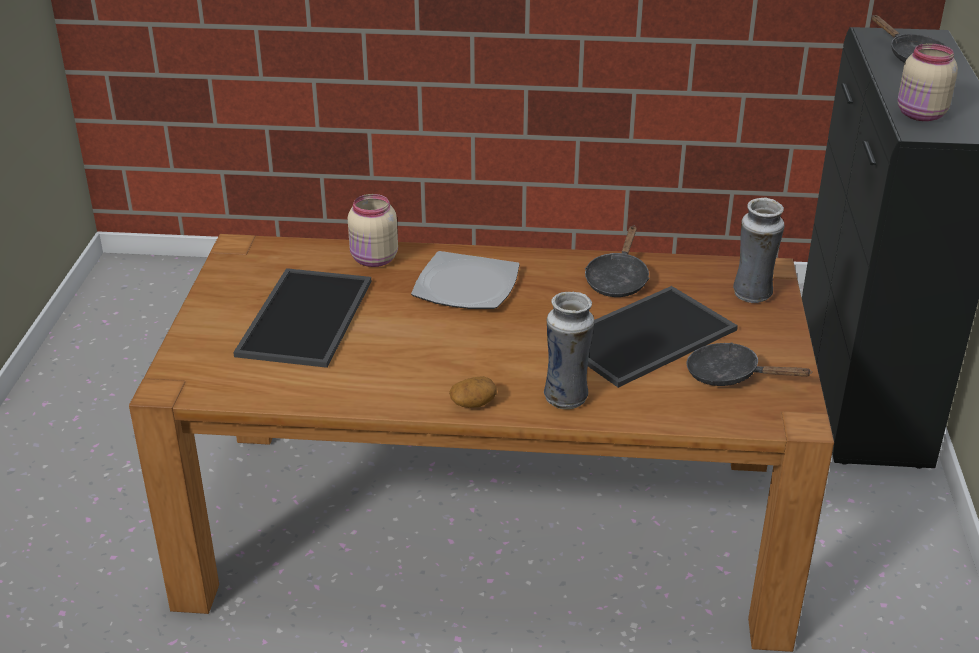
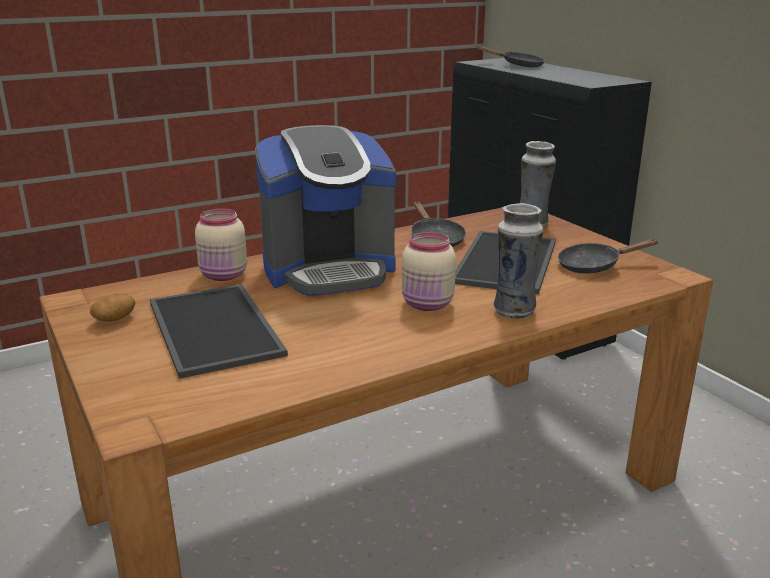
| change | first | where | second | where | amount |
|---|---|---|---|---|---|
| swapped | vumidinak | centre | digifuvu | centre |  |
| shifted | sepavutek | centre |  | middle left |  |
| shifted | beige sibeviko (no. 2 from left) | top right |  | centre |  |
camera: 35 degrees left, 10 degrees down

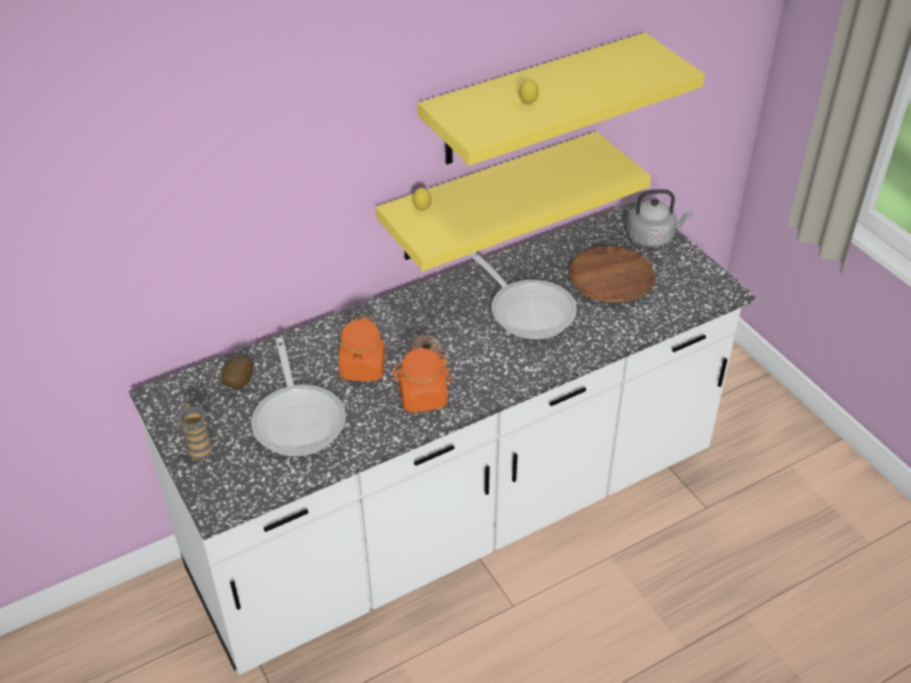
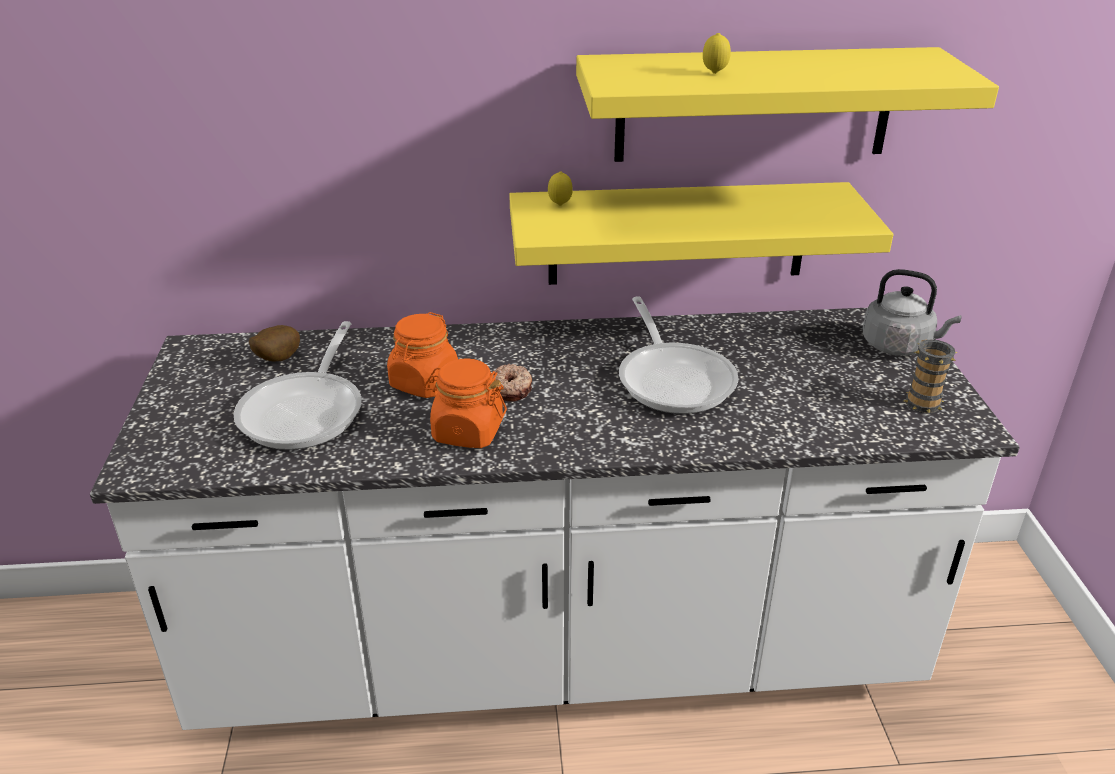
| change | first | where | second | where | amount |
|---|---|---|---|---|---|
| shifted | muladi | middle left |  | middle right |  |
| gone | brown vumidinak | middle right |  |  |  |
camera: 25 degrees right, 10 degrees down

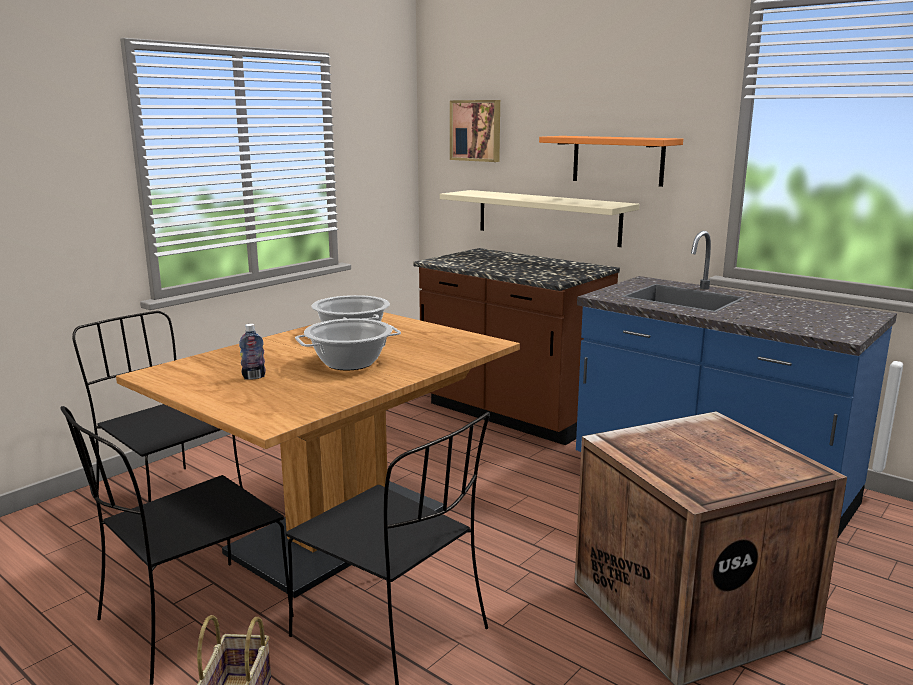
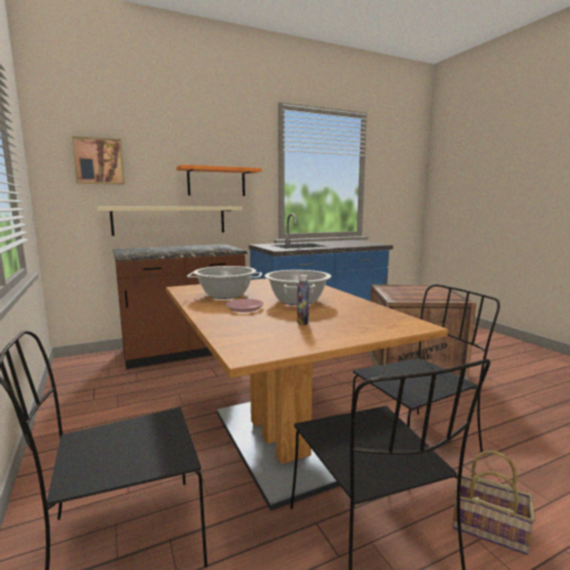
| change | first | where | second | where | amount |
|---|---|---|---|---|---|
| new |  |  | pink vumidinak | centre |  |
camera: 65 degrees left, 5 degrees down

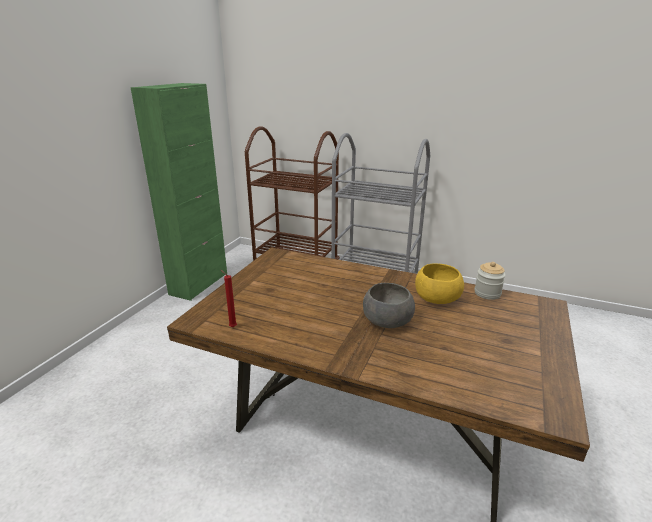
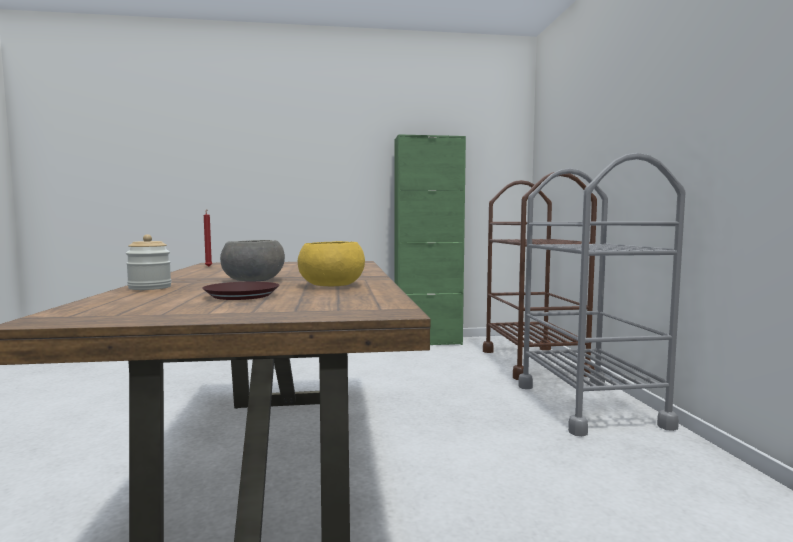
| change | first | where | second | where | amount |
|---|---|---|---|---|---|
| shifted | sibeviko | middle right |  | middle left |  |
| new |  |  | brown vumidinak | middle left |  |
camera: 60 degrees right, 20 degrees down

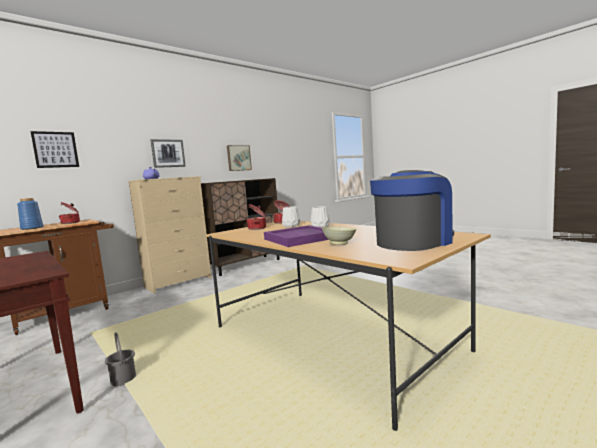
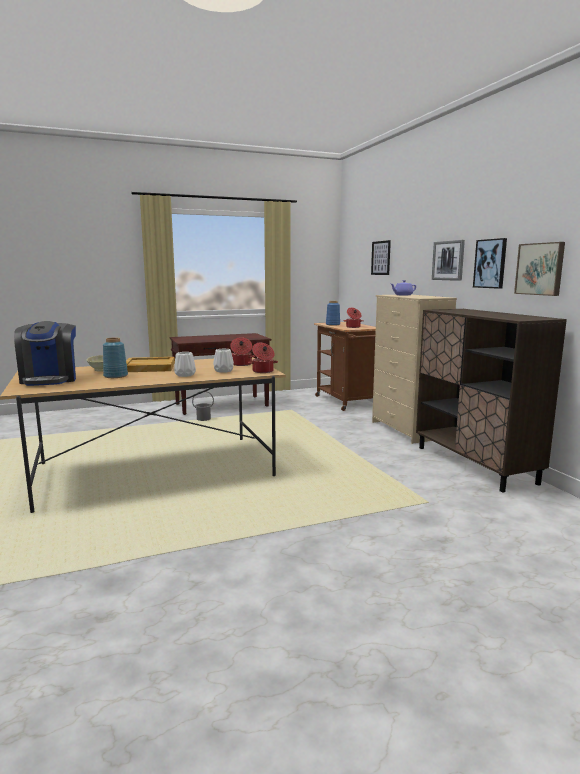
| change | first | where | second | where | amount |
|---|---|---|---|---|---|
| repainted | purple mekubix | centre | beige mekubix | middle left |  |
| new |  |  | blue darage (no. 1 from left) | middle left |  |
| new |  |  | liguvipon (no. 3 from left) | middle right |  |
camera: 110 degrees right, 5 degrees up

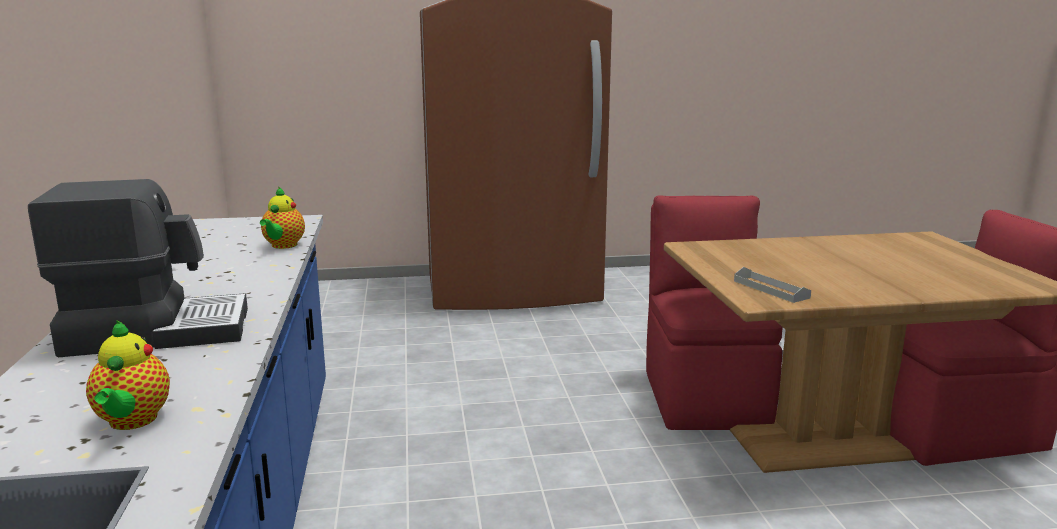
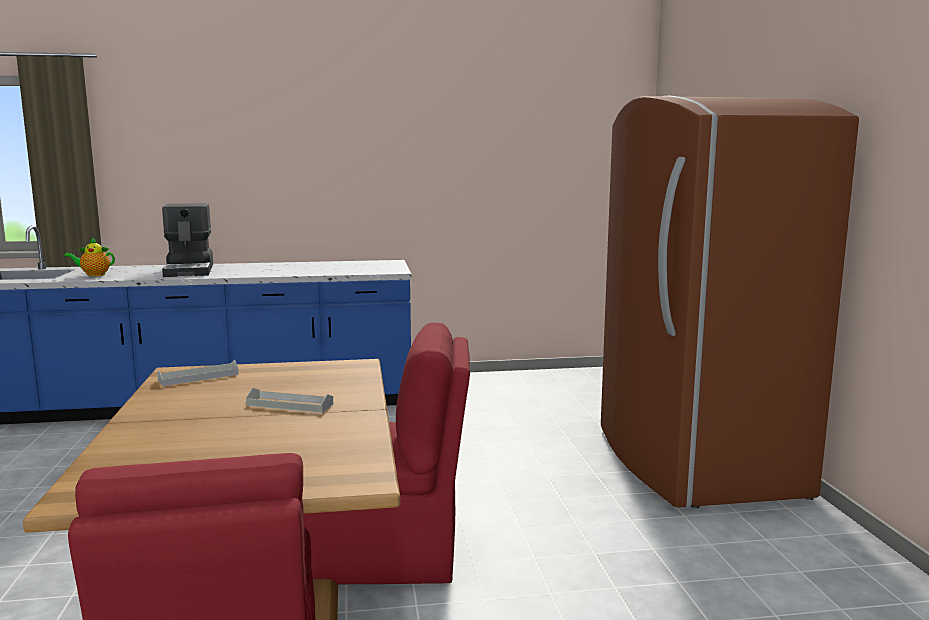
| change | first | where | second | where | amount |
|---|---|---|---|---|---|
| gone | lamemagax (no. 2 from left) | middle left |  |  |  |
| new |  |  | grey mekubix (no. 2 from left) | middle left |  |
camera: 90 degrees right, 5 degrees down

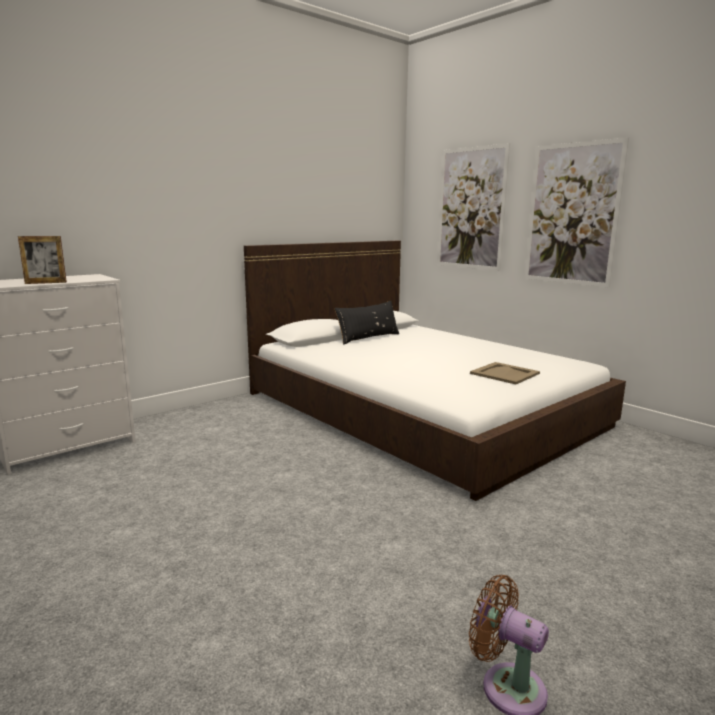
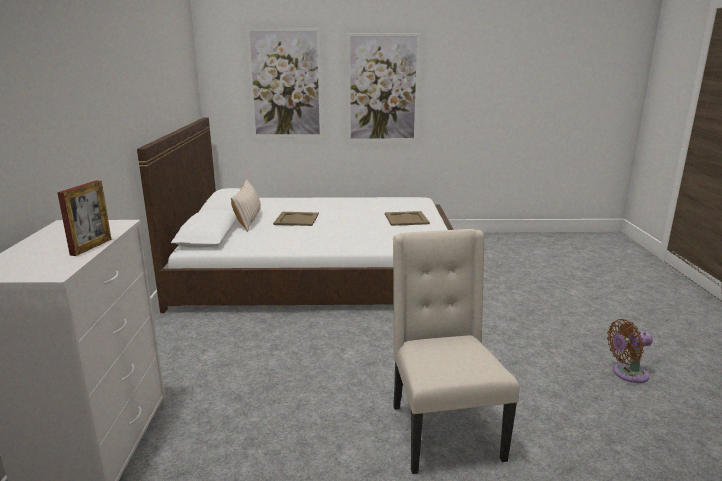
| change | first | where | second | where | amount |
|---|---|---|---|---|---|
| repainted | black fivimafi | centre | beige fivimafi | centre |  |
| new |  |  | beige mekubix (no. 1 from left) | centre |  |
| new |  |  | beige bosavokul | bottom centre |  |
camera: 50 degrees left, 5 degrees up

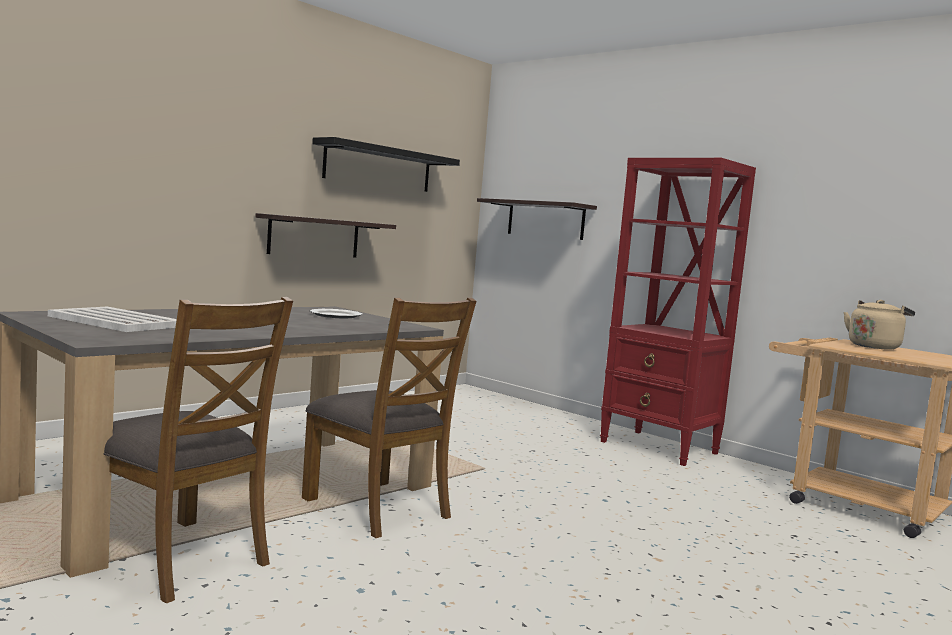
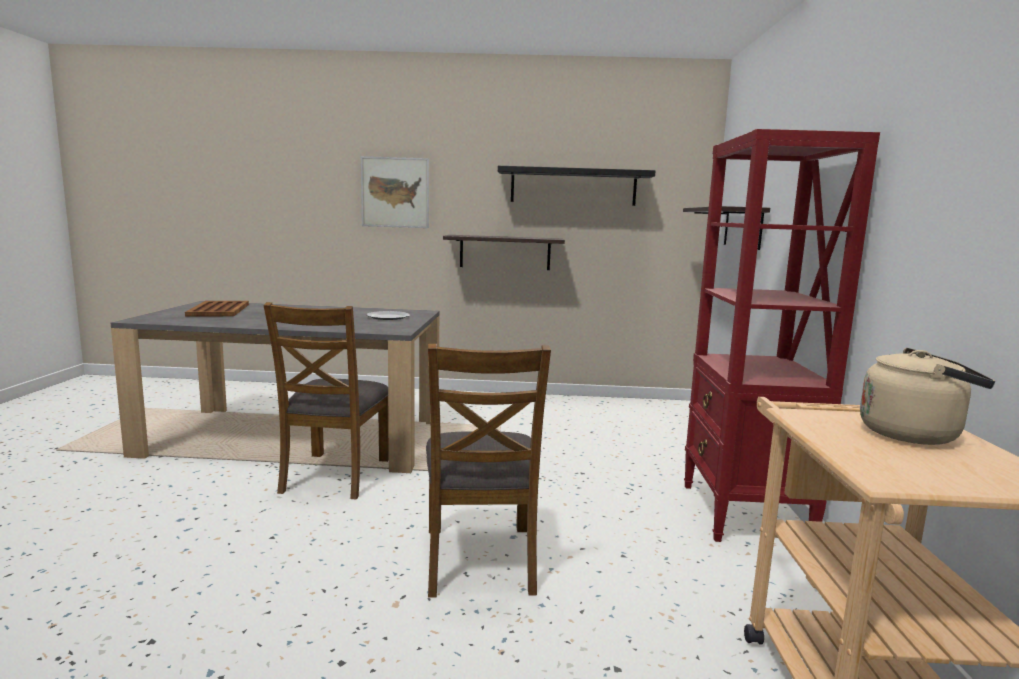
| change | first | where | second | where | amount |
|---|---|---|---|---|---|
| repainted | white mekubix | middle left | brown mekubix | middle left |  |
| shifted | brown bosavokul (no. 1 from left in the first image) | bottom left | brown bosavokul (no. 2 from left) | bottom centre |  |
| new |  |  | liguvipon | top centre |  |
camera: 50 degrees right, 5 degrees up

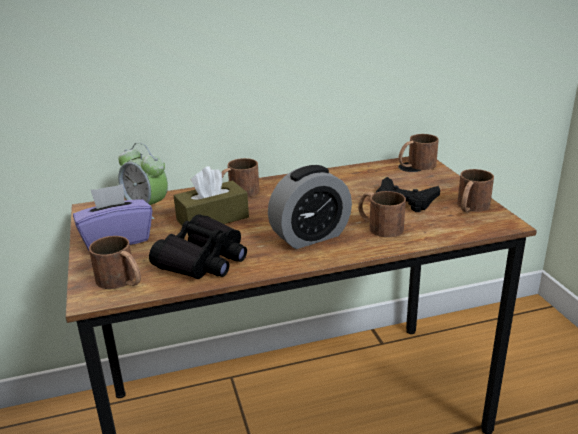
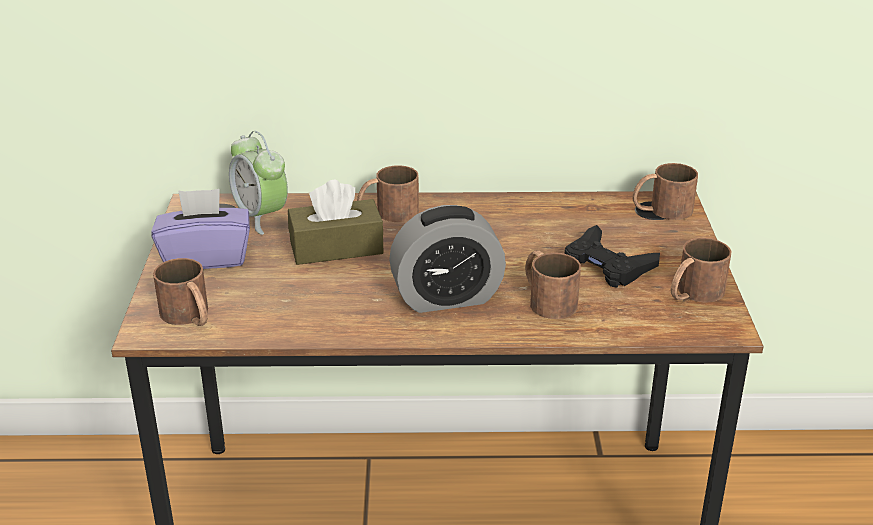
| change | first | where | second | where | amount |
|---|---|---|---|---|---|
| gone | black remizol | centre |  |  |  |
camera: 15 degrees right, 5 degrees up

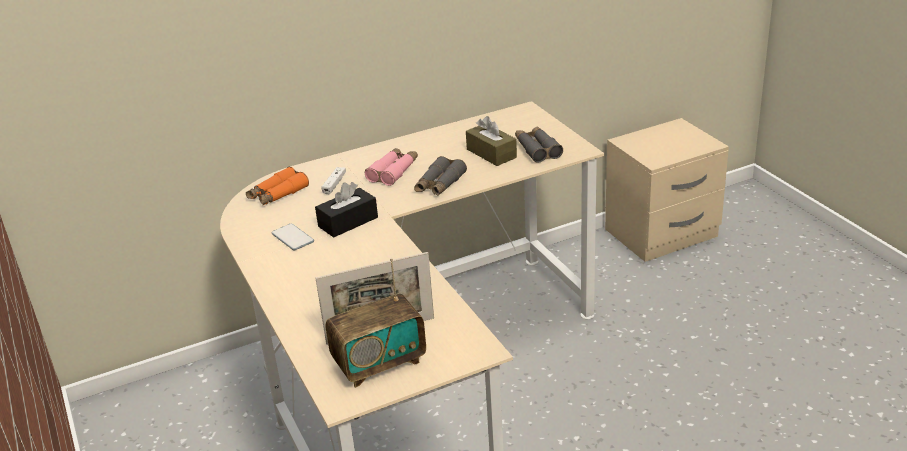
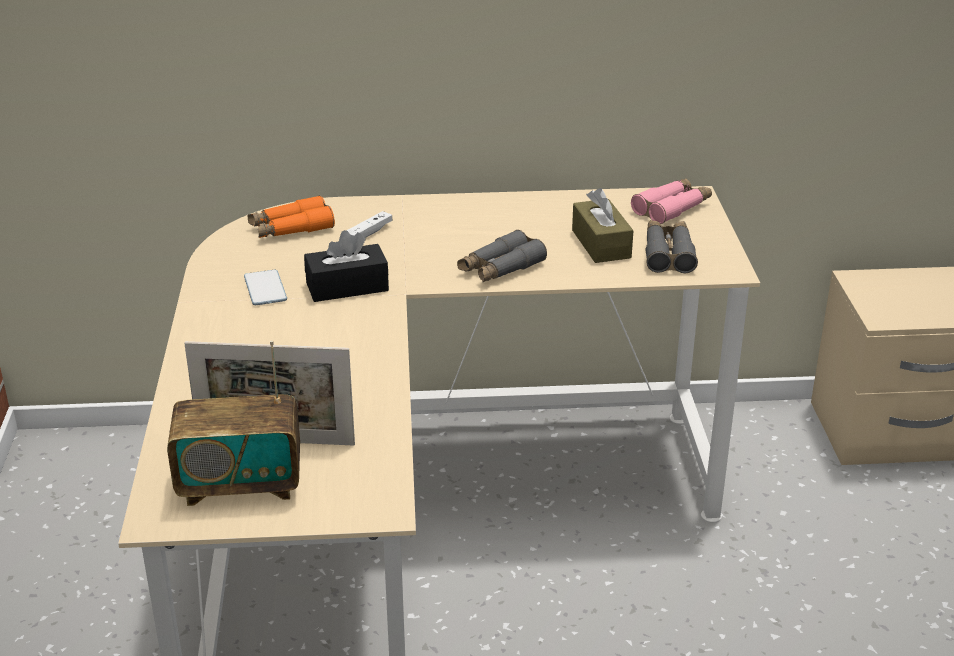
| change | first | where | second | where | amount |
|---|---|---|---|---|---|
| shifted | pink remizol | centre |  | top right |  |
camera: 20 degrees right, 0 degrees up

